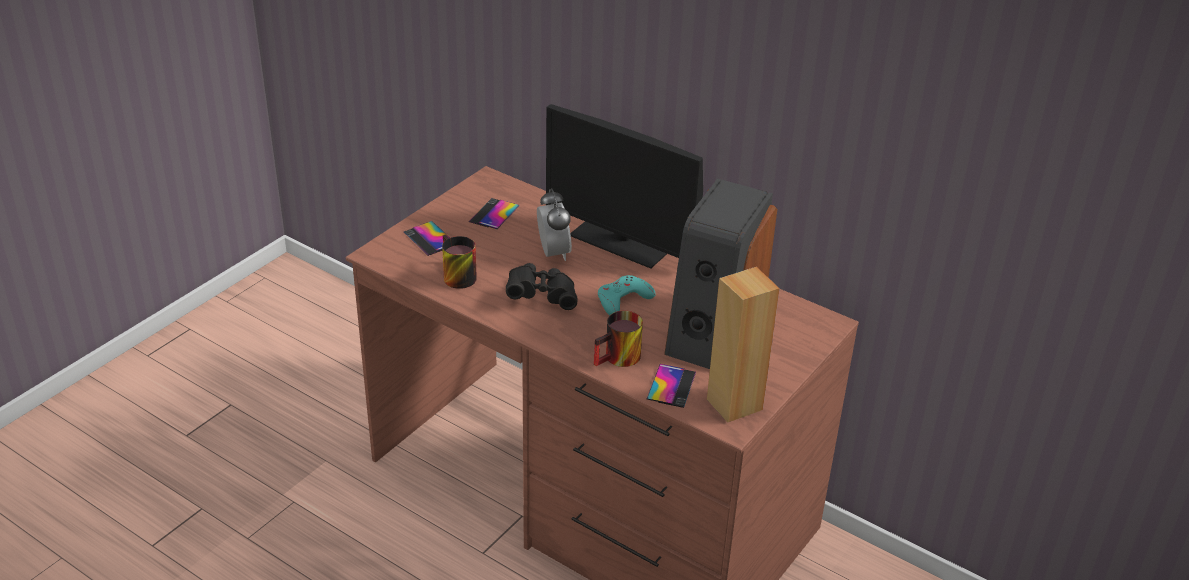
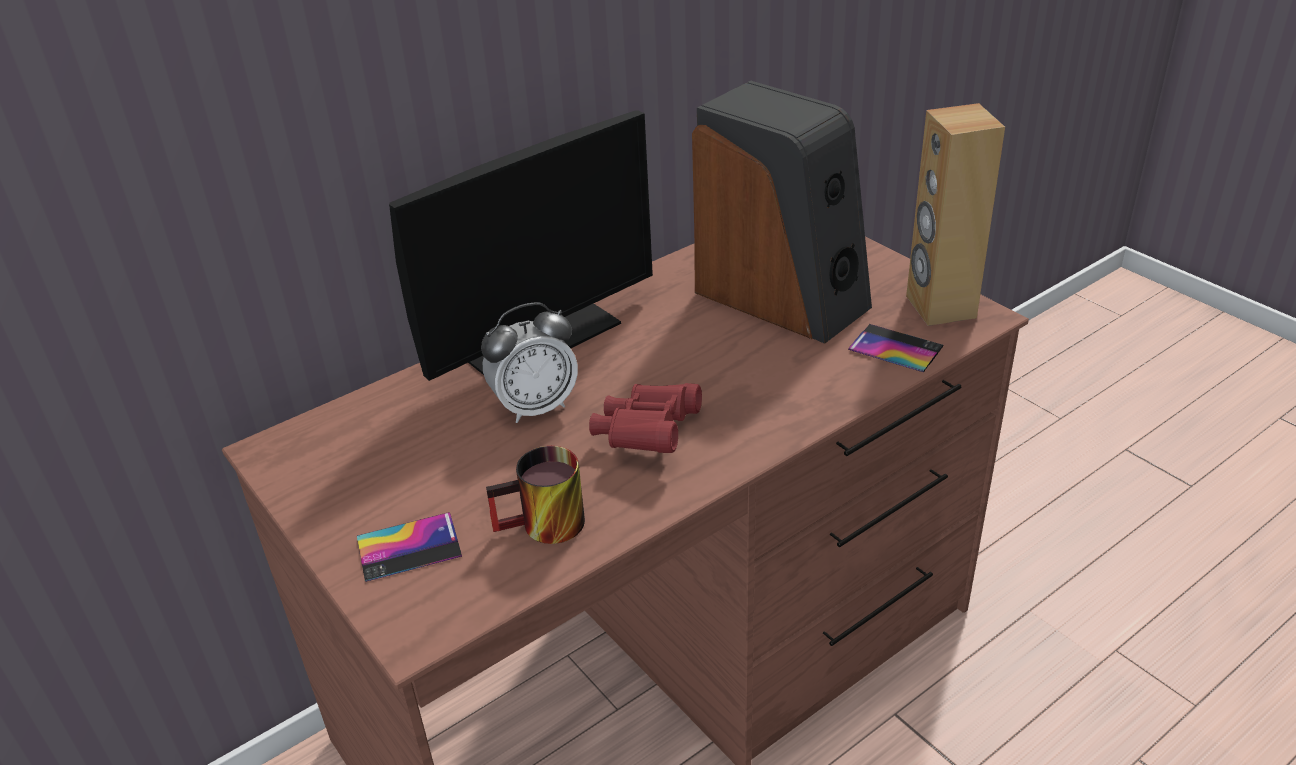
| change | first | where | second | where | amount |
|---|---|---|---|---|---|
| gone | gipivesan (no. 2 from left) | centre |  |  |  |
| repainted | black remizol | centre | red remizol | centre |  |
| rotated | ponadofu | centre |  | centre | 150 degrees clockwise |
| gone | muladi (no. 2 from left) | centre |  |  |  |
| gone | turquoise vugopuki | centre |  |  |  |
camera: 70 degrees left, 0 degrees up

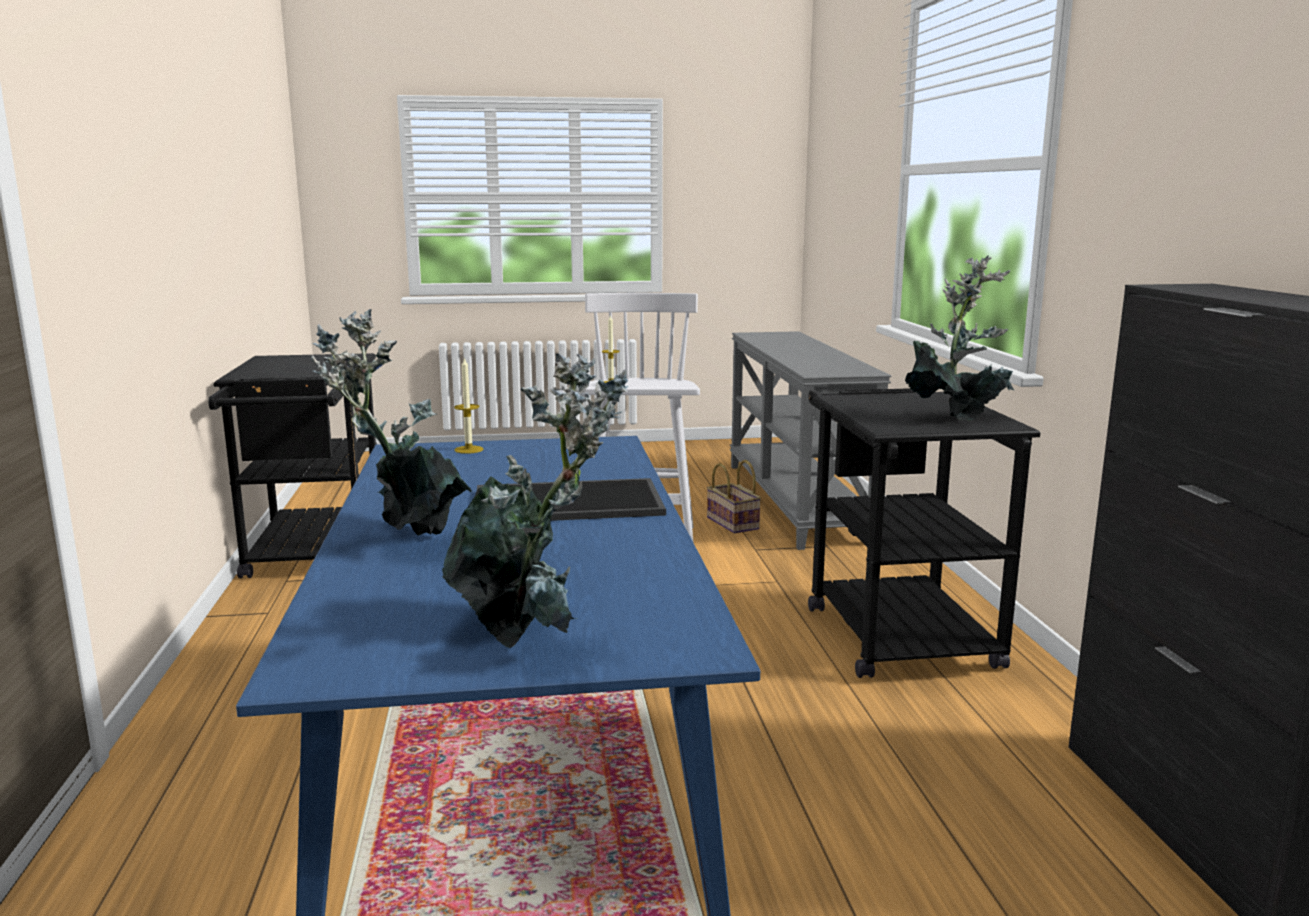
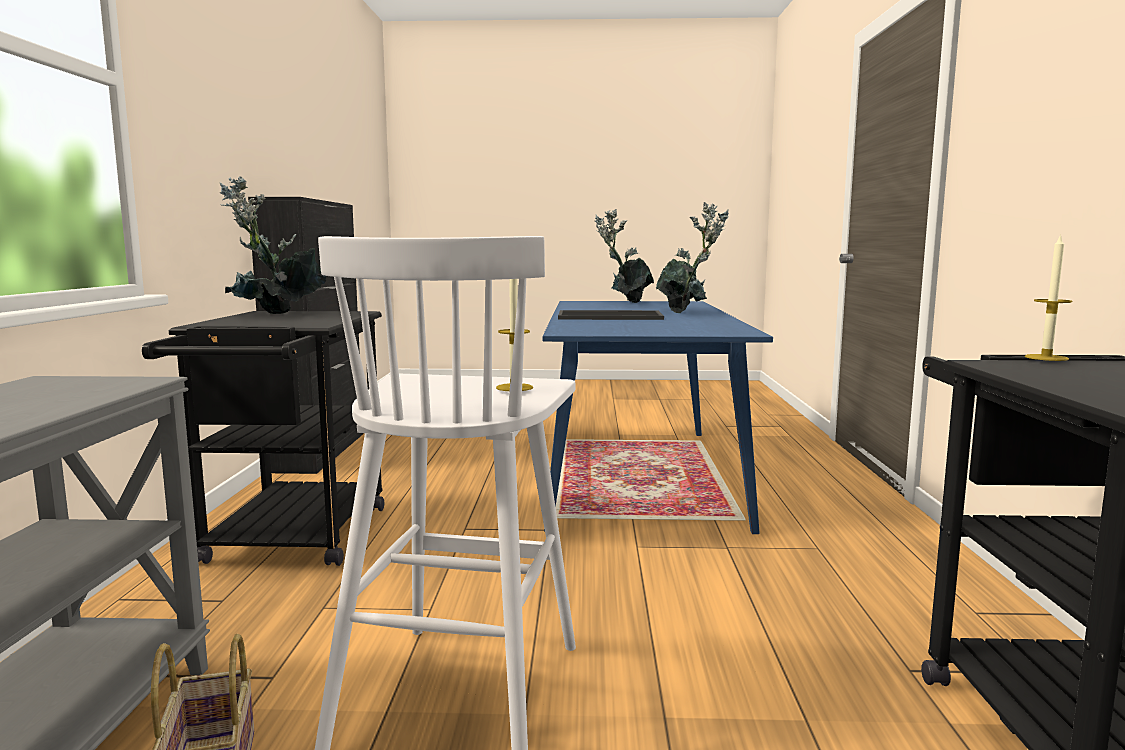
| change | first | where | second | where | amount |
|---|---|---|---|---|---|
| shifted | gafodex (no. 1 from left in the first image) | centre | gafodex (no. 2 from left) | middle right |  |
camera: 170 degrees left, 5 degrees down

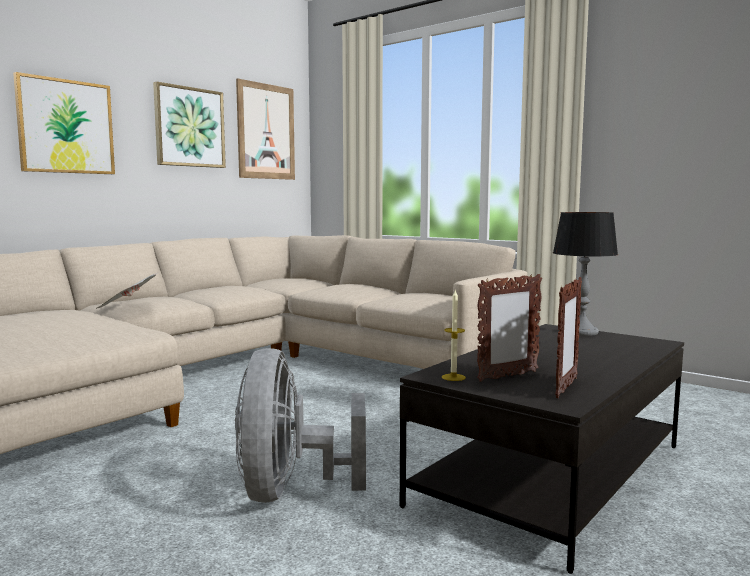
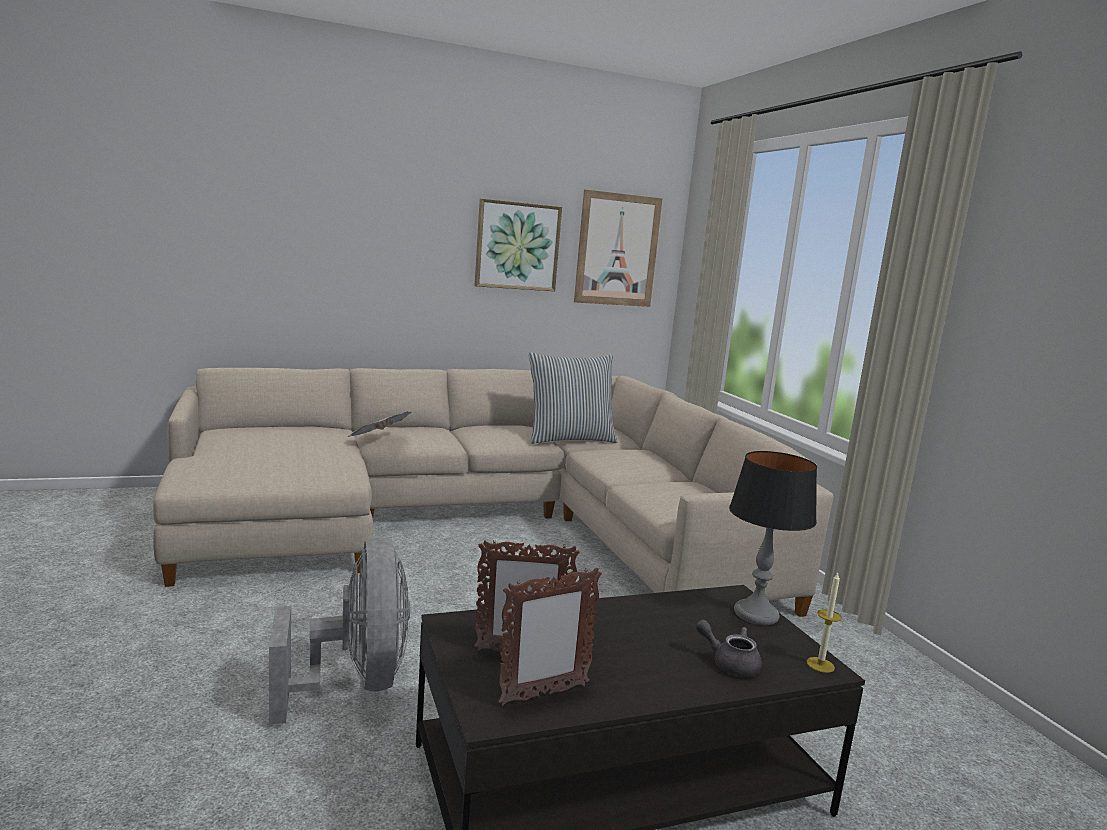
| change | first | where | second | where | amount |
|---|---|---|---|---|---|
| gone | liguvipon (no. 1 from left) | top left |  |  |  |
| rotated | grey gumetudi | bottom centre |  | bottom left | 135 degrees clockwise |
| shifted | gafodex | centre |  | bottom right |  |
| new |  |  | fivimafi | centre |  |
| new |  |  | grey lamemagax | bottom centre |  |
camera: 30 degrees right, 5 degrees up

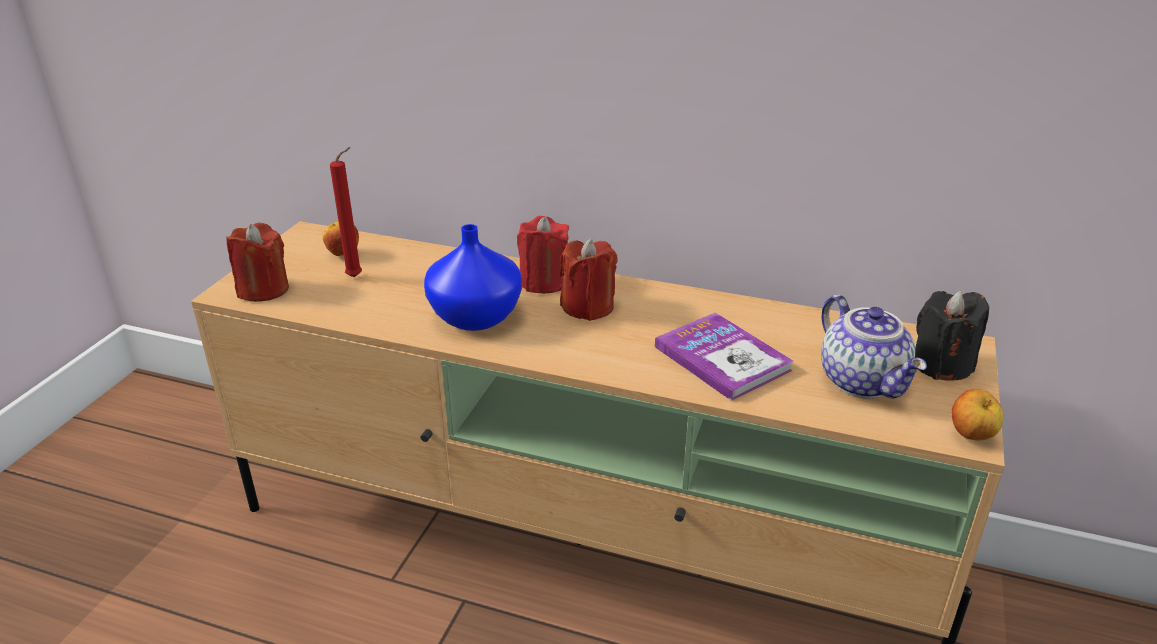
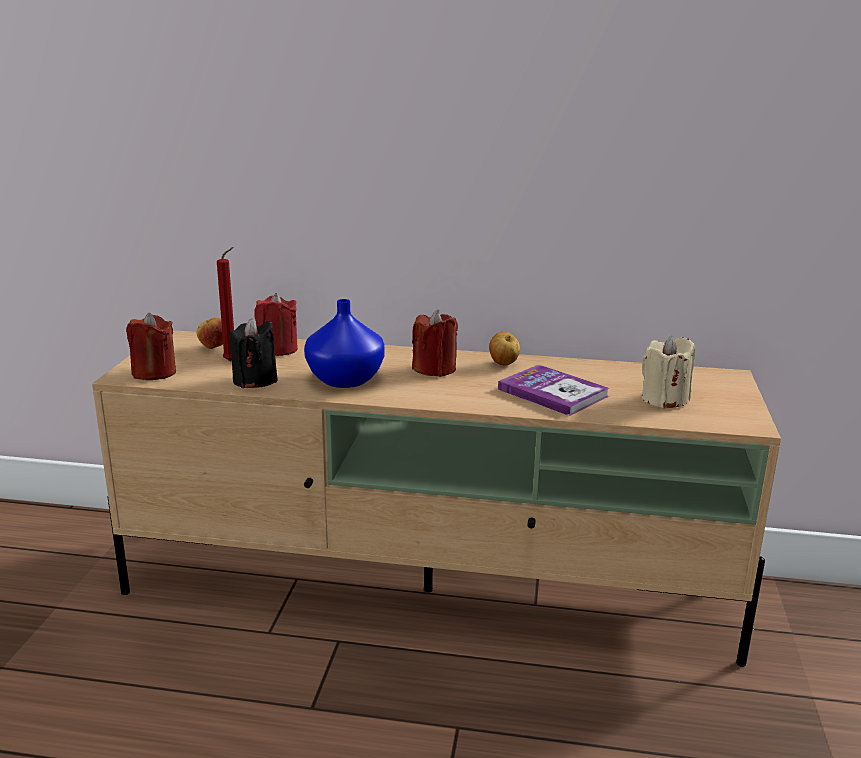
| change | first | where | second | where | amount |
|---|---|---|---|---|---|
| shifted | red gafodex (no. 3 from left) | centre |  | middle left |  |
| swapped | lamemagax | middle right | beige gafodex | middle right |  |
| shifted | black gafodex | middle right |  | middle left |  |
| shifted | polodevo (no. 2 from left) | middle right |  | centre |  |
camera: 10 degrees left, 10 degrees down

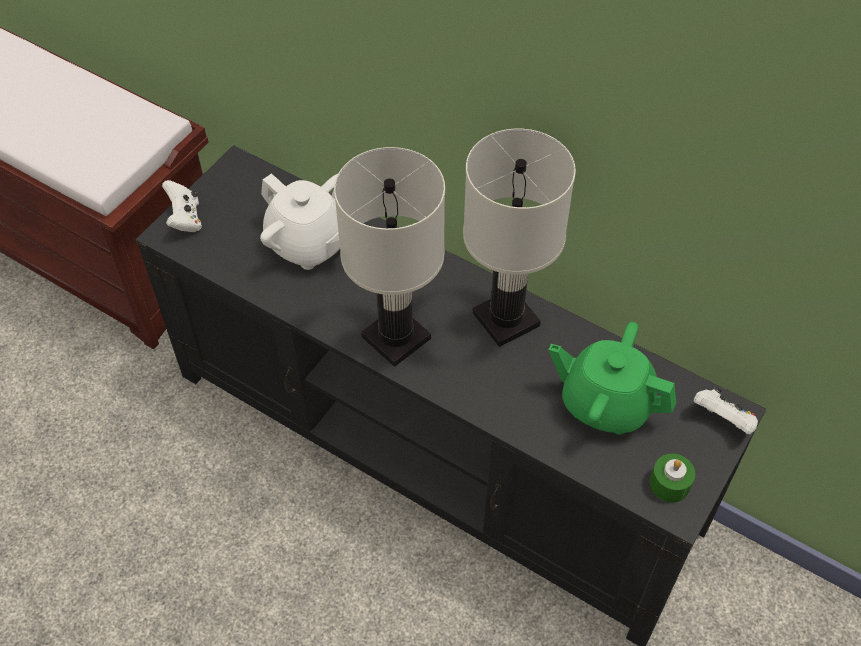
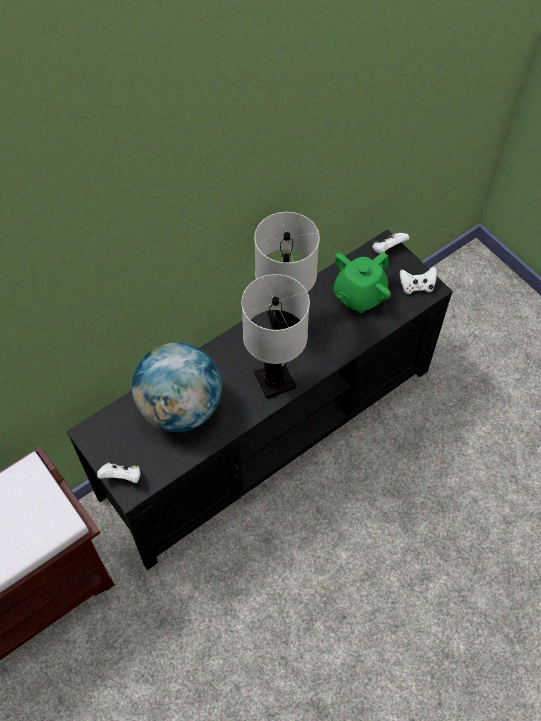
| change | first | where | second | where | amount |
|---|---|---|---|---|---|
| swapped | white lamemagax | centre | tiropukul | middle left |  |
| swapped | green gafodex | bottom right | white vugopuki (no. 3 from left) | middle right |  |
camera: 70 degrees left, 5 degrees up

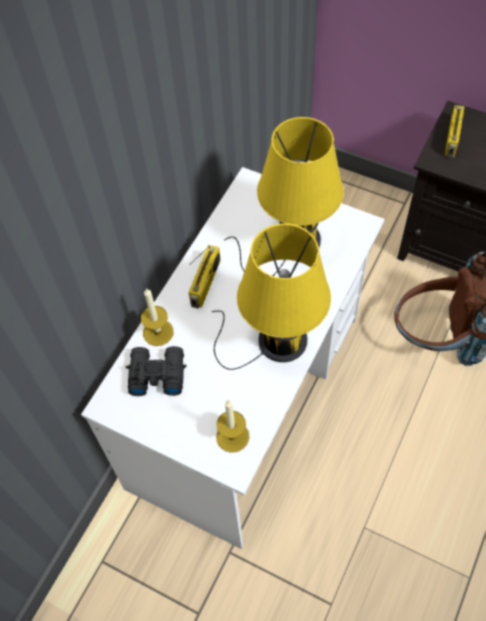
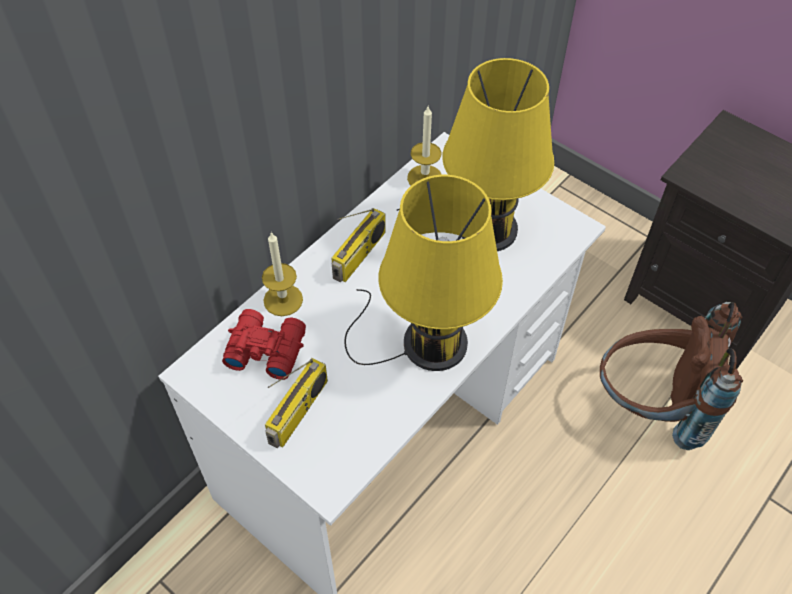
| change | first | where | second | where | amount |
|---|---|---|---|---|---|
| repainted | black remizol | middle left | red remizol | centre |  |
| shifted | gafodex (no. 2 from left) | bottom centre |  | top centre |  |
| shifted | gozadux (no. 2 from left in the first image) | top right | gozadux (no. 1 from left) | bottom centre |  |
camera: 10 degrees right, 5 degrees down

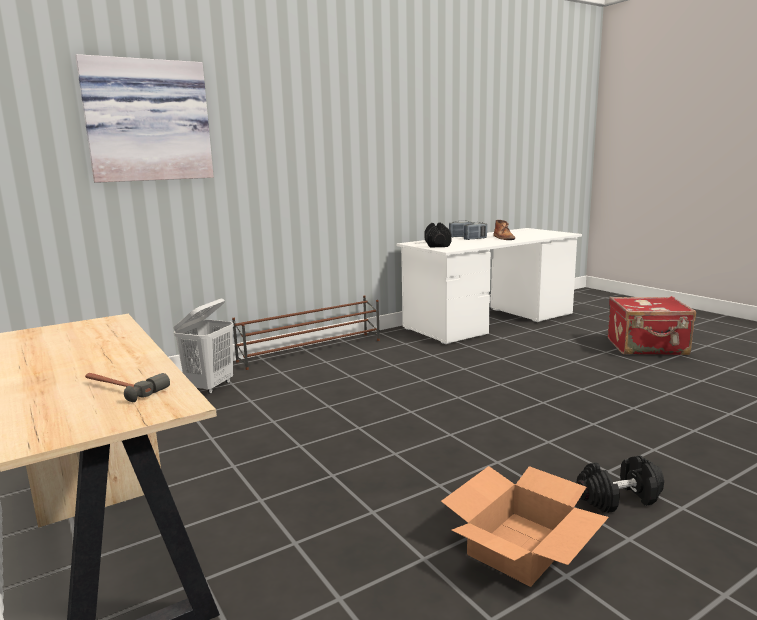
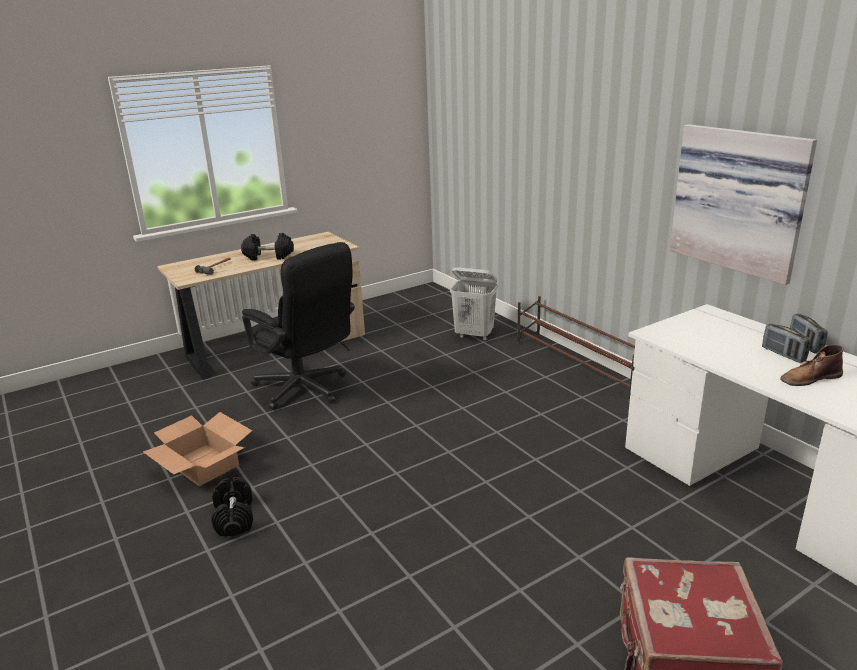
| change | first | where | second | where | amount |
|---|---|---|---|---|---|
| shifted | liguvipon | top left |  | top right |  |
| shifted | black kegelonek (no. 1 from left in the first image) | centre | black kegelonek (no. 2 from left) | middle left |  |
| new |  |  | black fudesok | centre |  |
camera: 90 degrees right, 10 degrees up

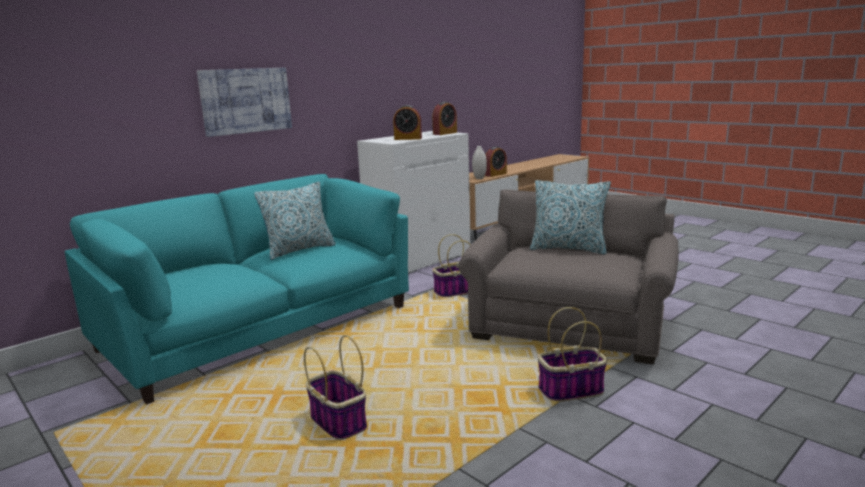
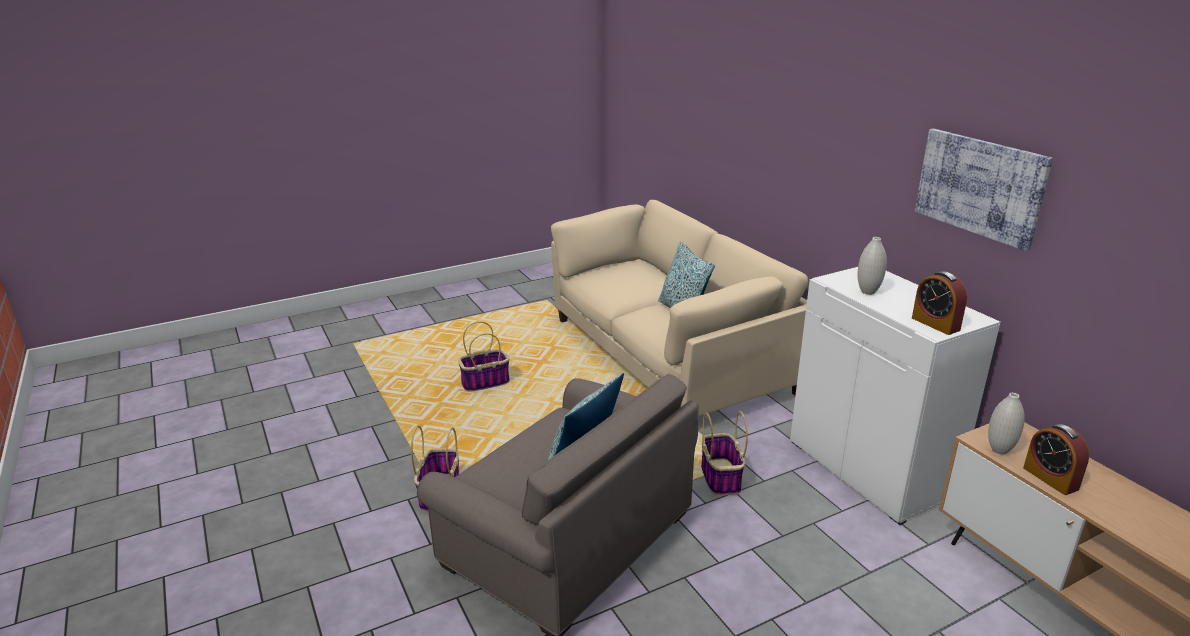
| change | first | where | second | where | amount |
|---|---|---|---|---|---|
| repainted | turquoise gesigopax | middle left | beige gesigopax | centre |  |
| shifted | liguvipon | top left |  | top right |  |
| swapped | ponadofu (no. 1 from left) | top centre | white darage (no. 1 from left) | middle right |  |
camera: 105 degrees right, 10 degrees up

